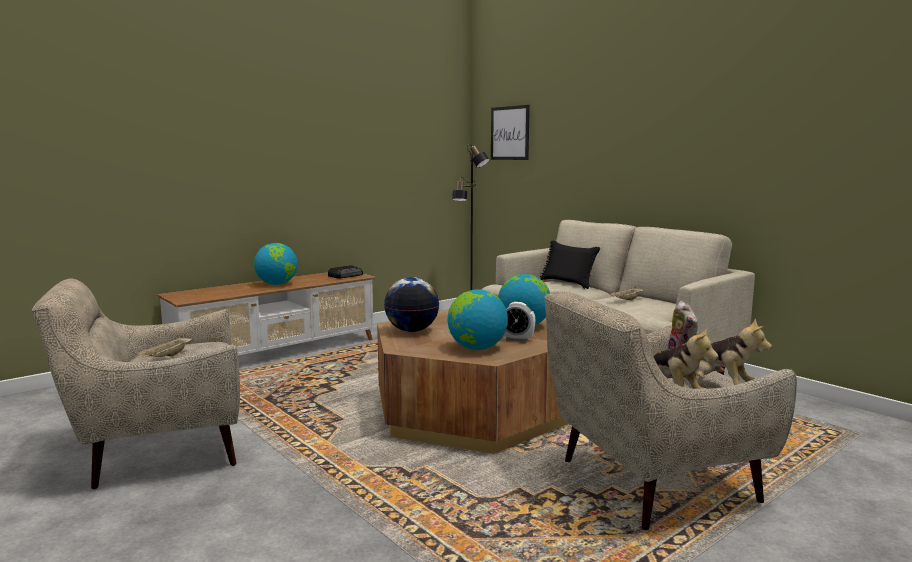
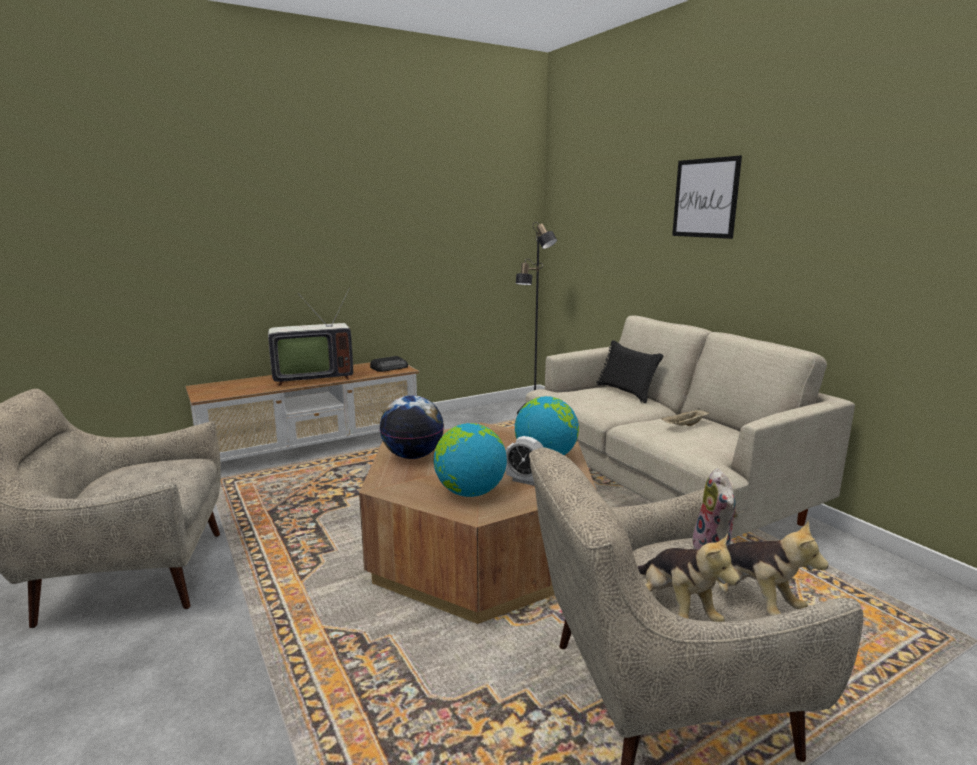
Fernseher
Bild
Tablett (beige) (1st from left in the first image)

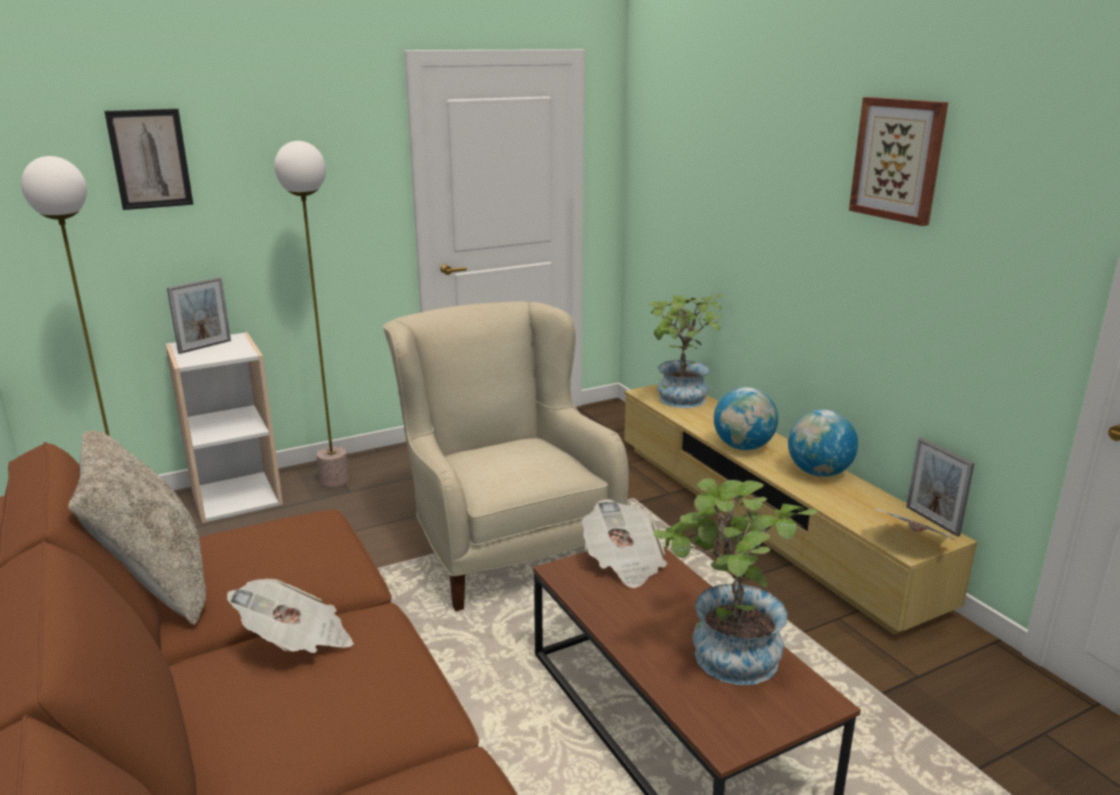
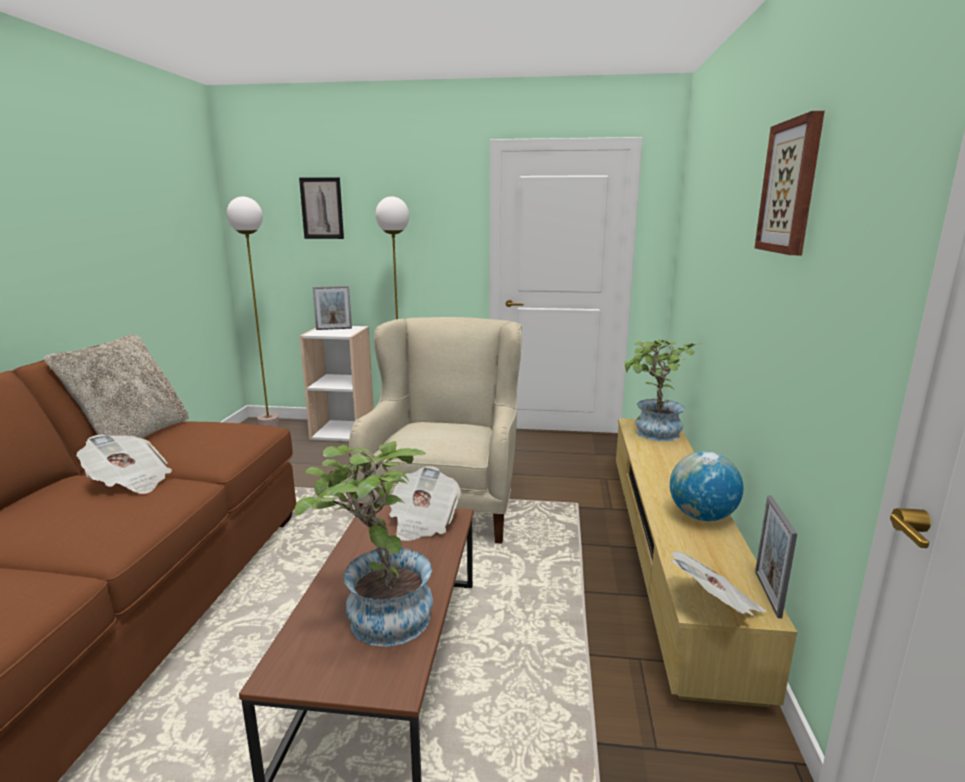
Globus (1st from left in the first image)

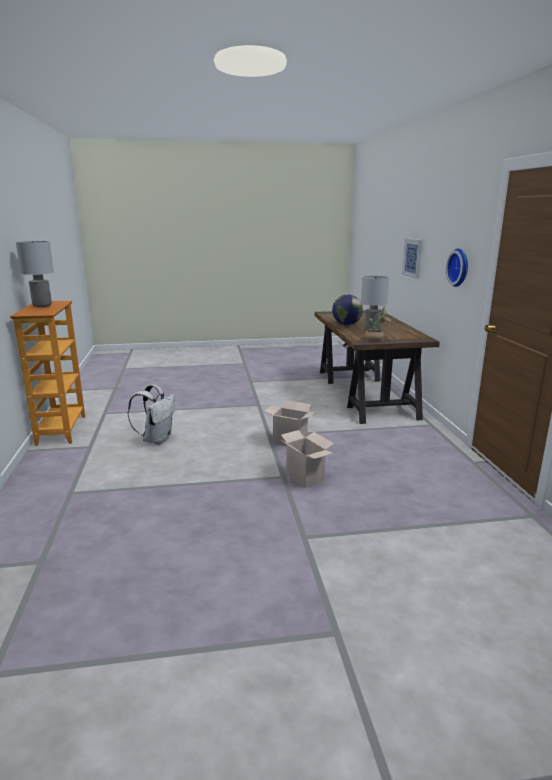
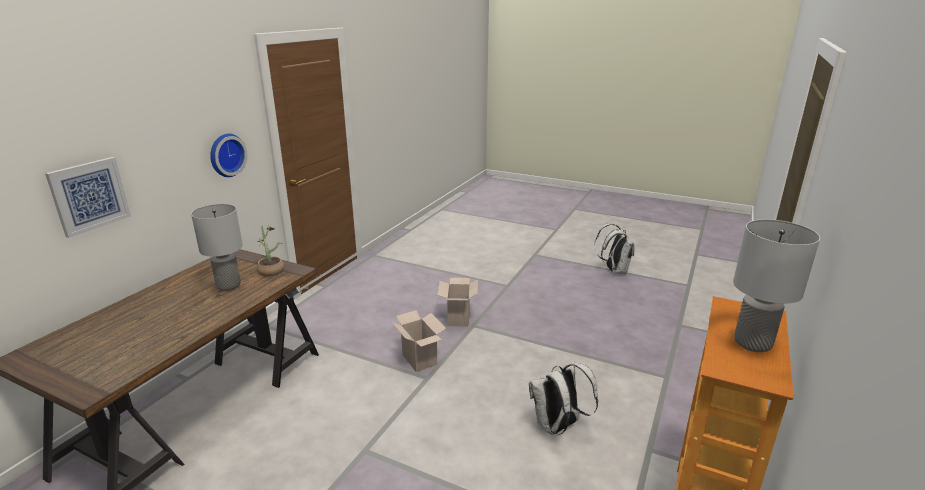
Rucksack (weiß) (2nd from left)
Globus

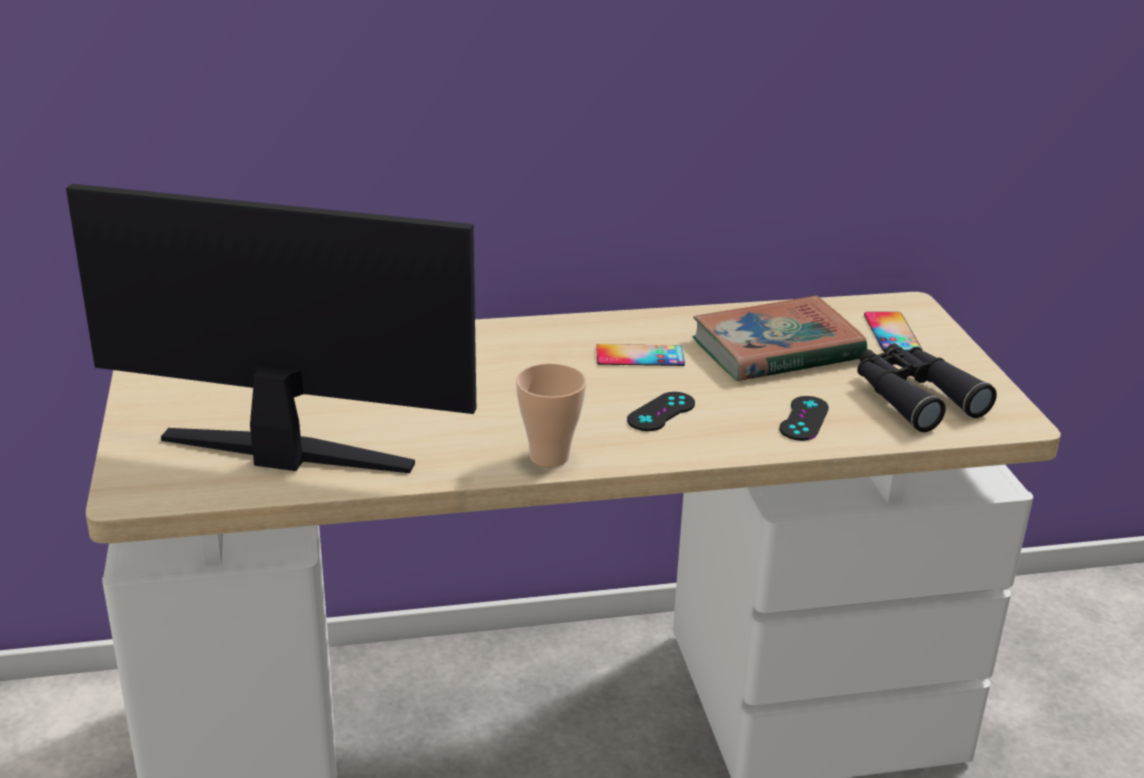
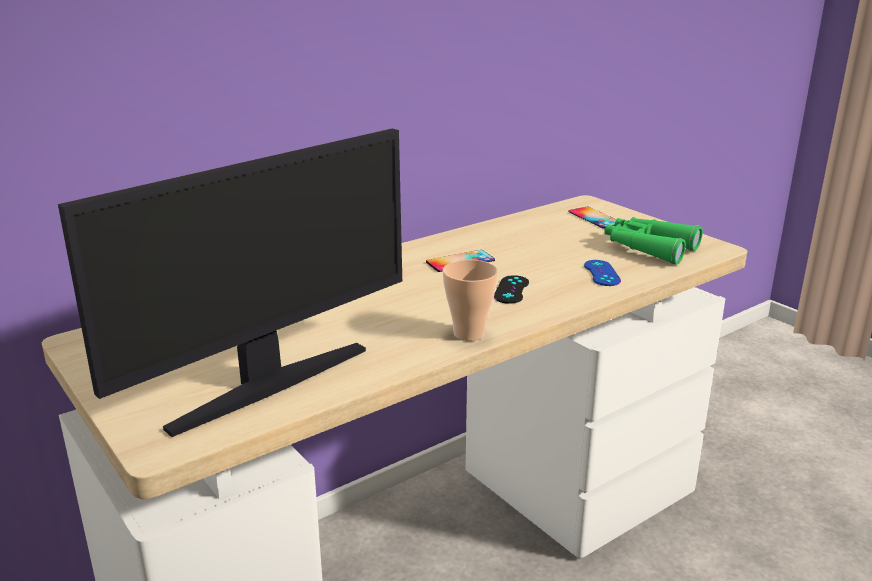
Monitor
Gamepad (blau)
Fernglas (grün)
Buch

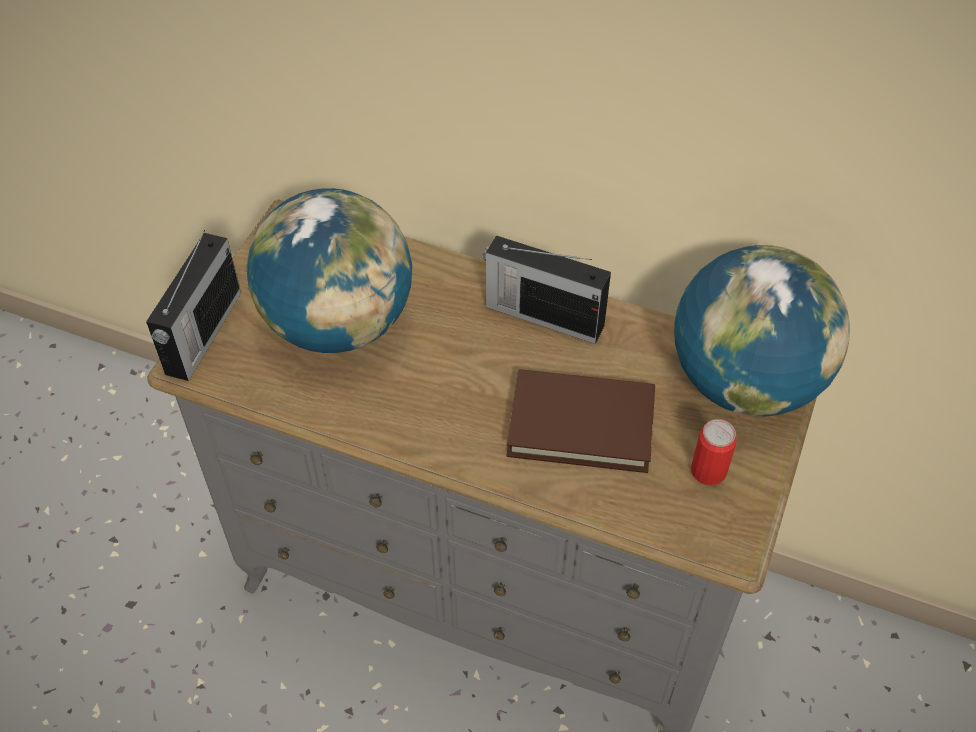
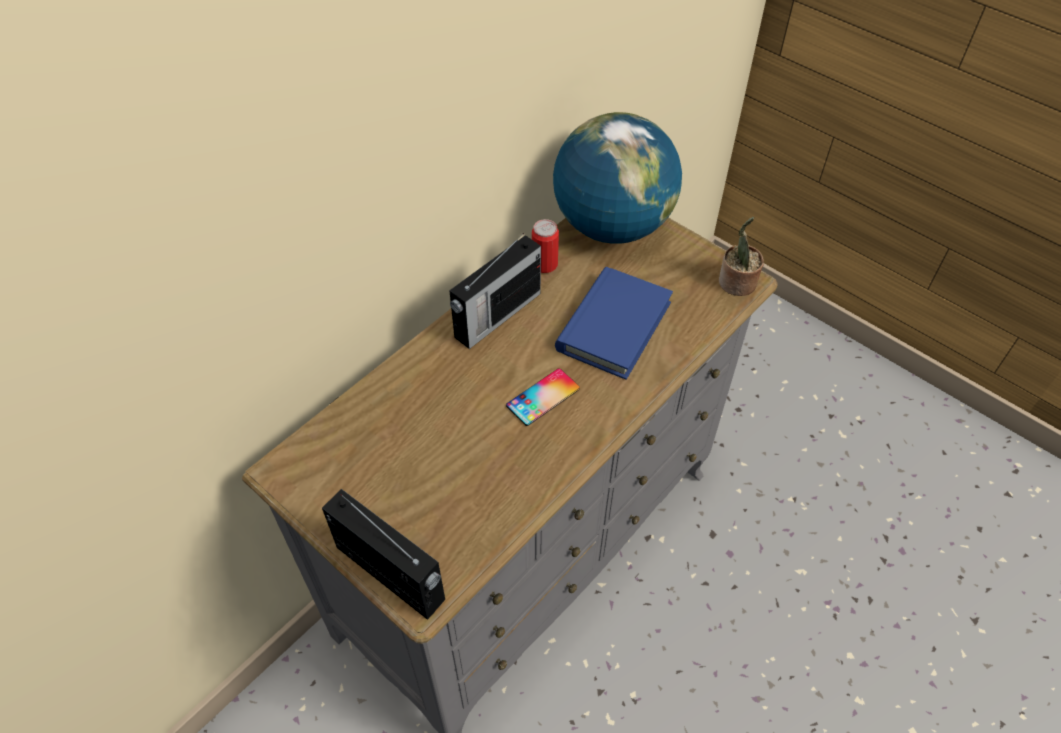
Handy
Dose
Buch (blau)
Topfpflanze
Globus (1st from left in the first image)

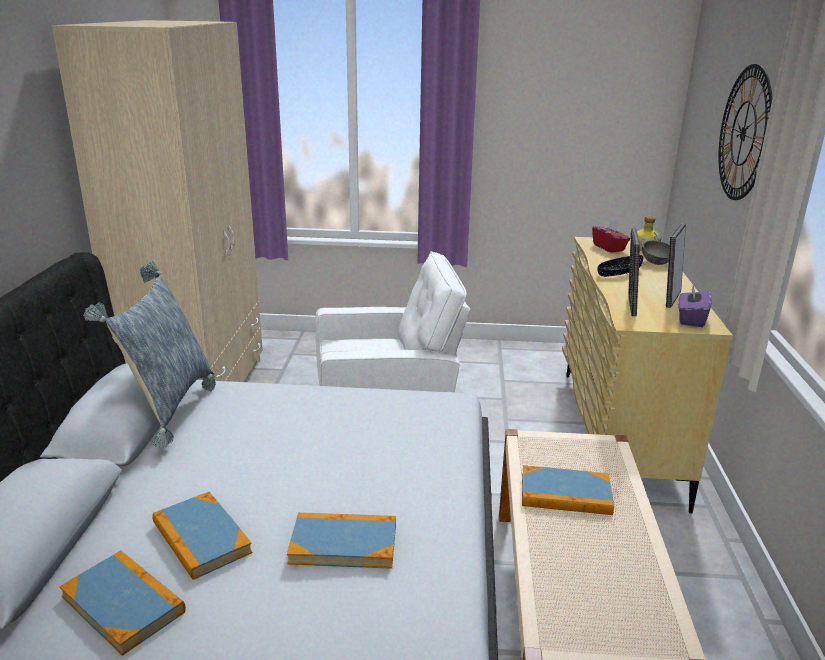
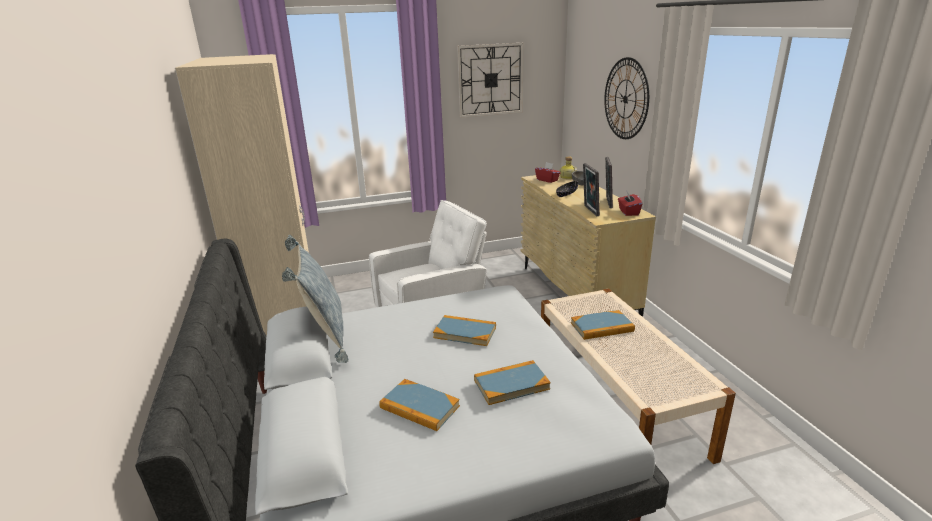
Buch (2nd from left)
Wanduhr (1st from left)
Taschentuchbox (rot) (2nd from left)

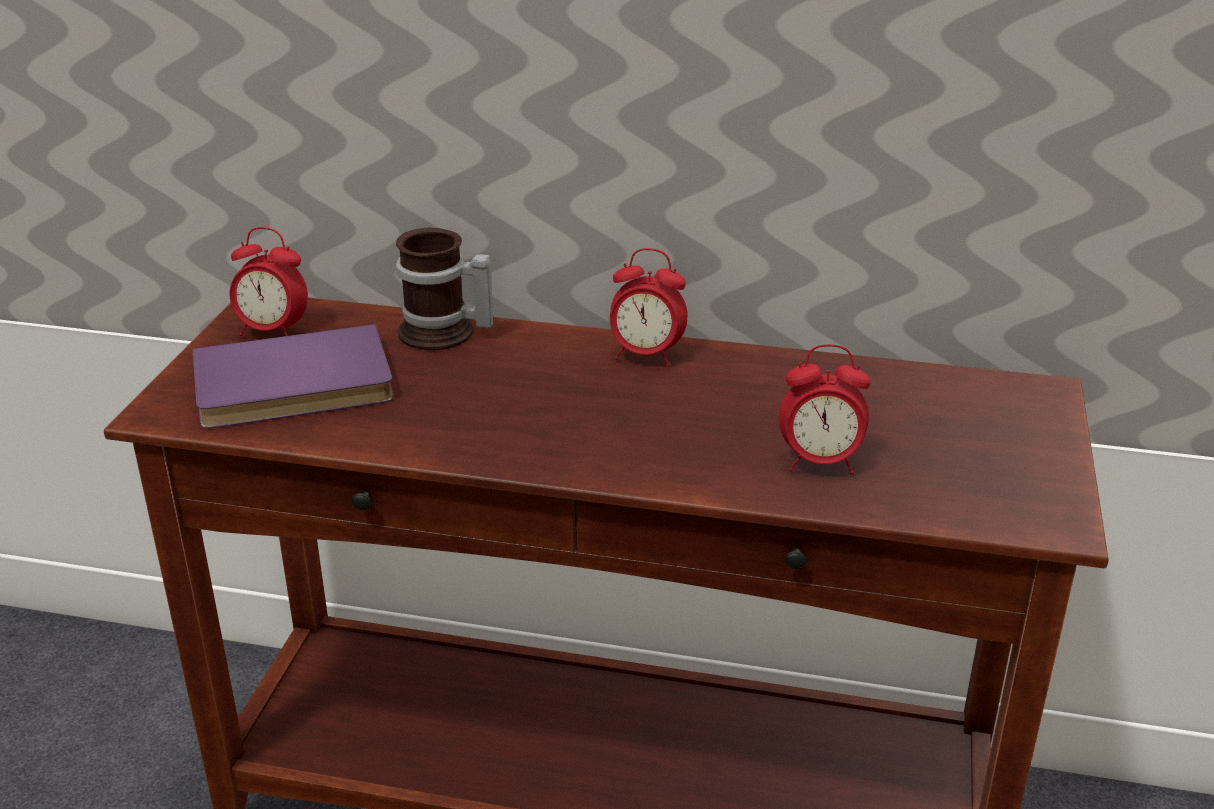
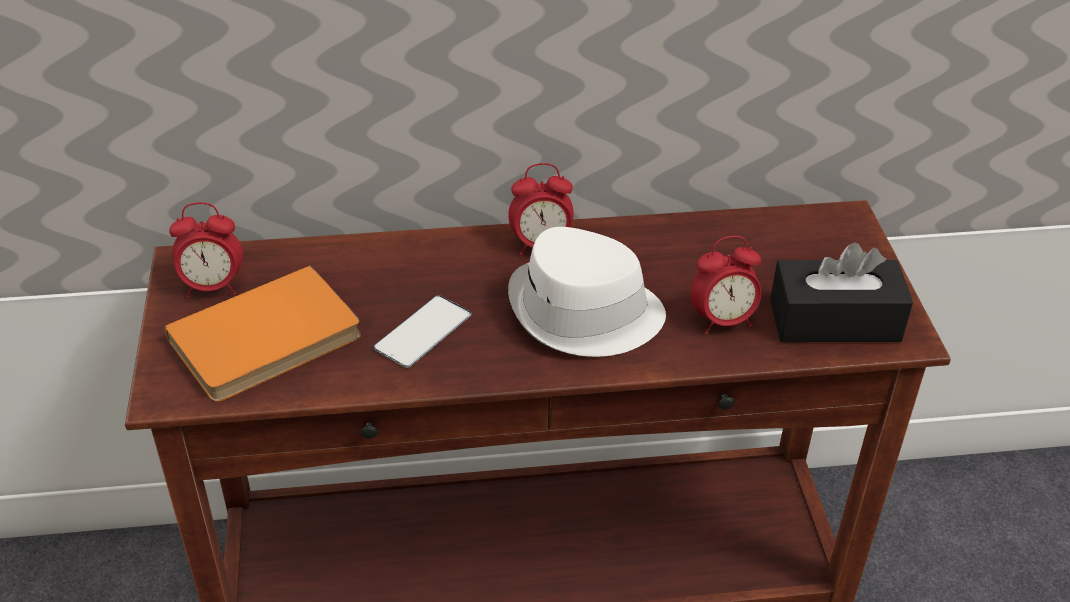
Buch (orange)
Handy
Hut (weiß)
Taschentuchbox (schwarz)
Henkelbecher

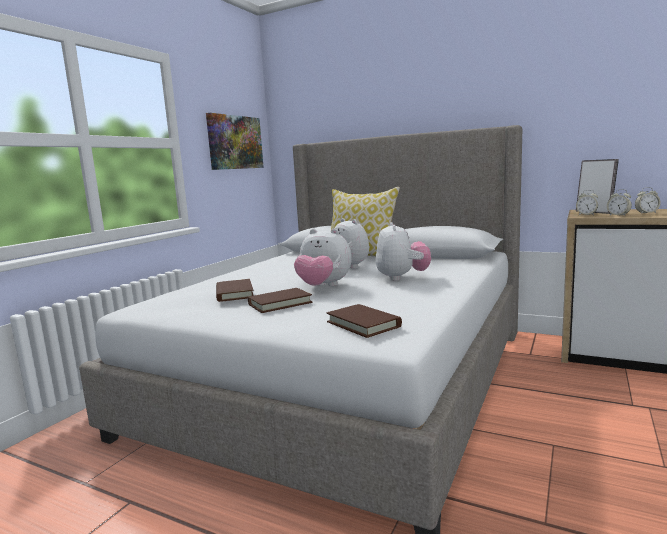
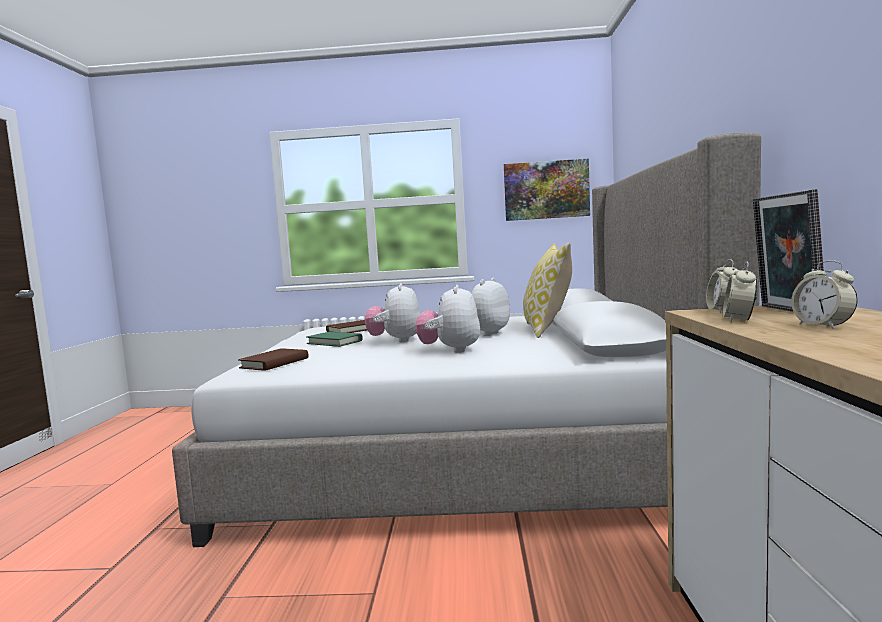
Buch (grün)
Plüschtier (2nd from left)
Bilderrahmen

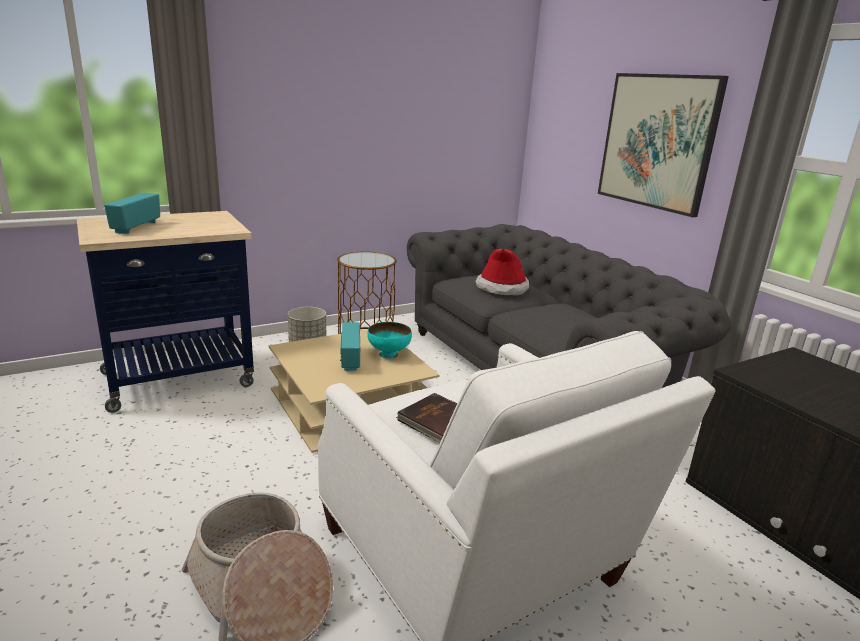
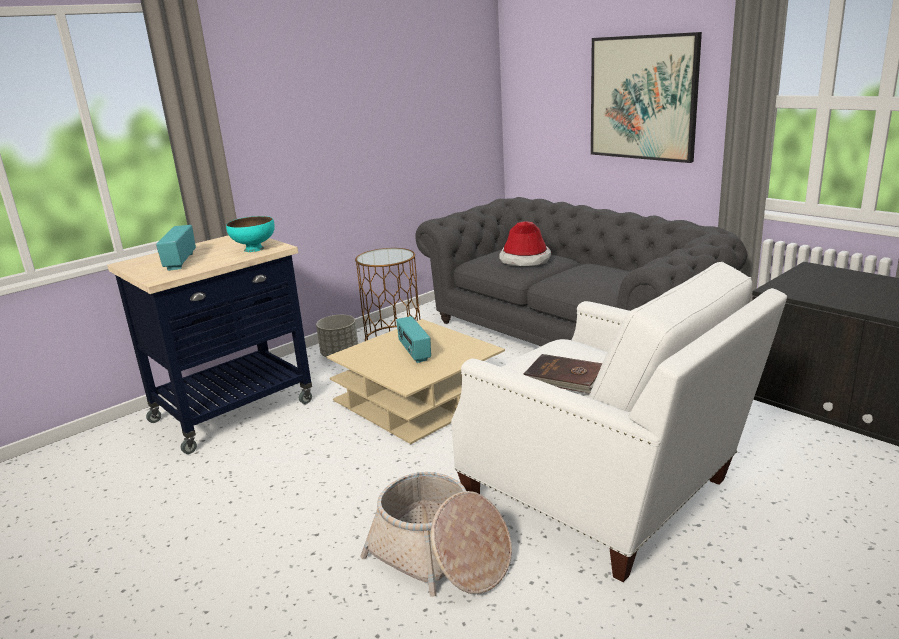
Schüssel (türkis)

